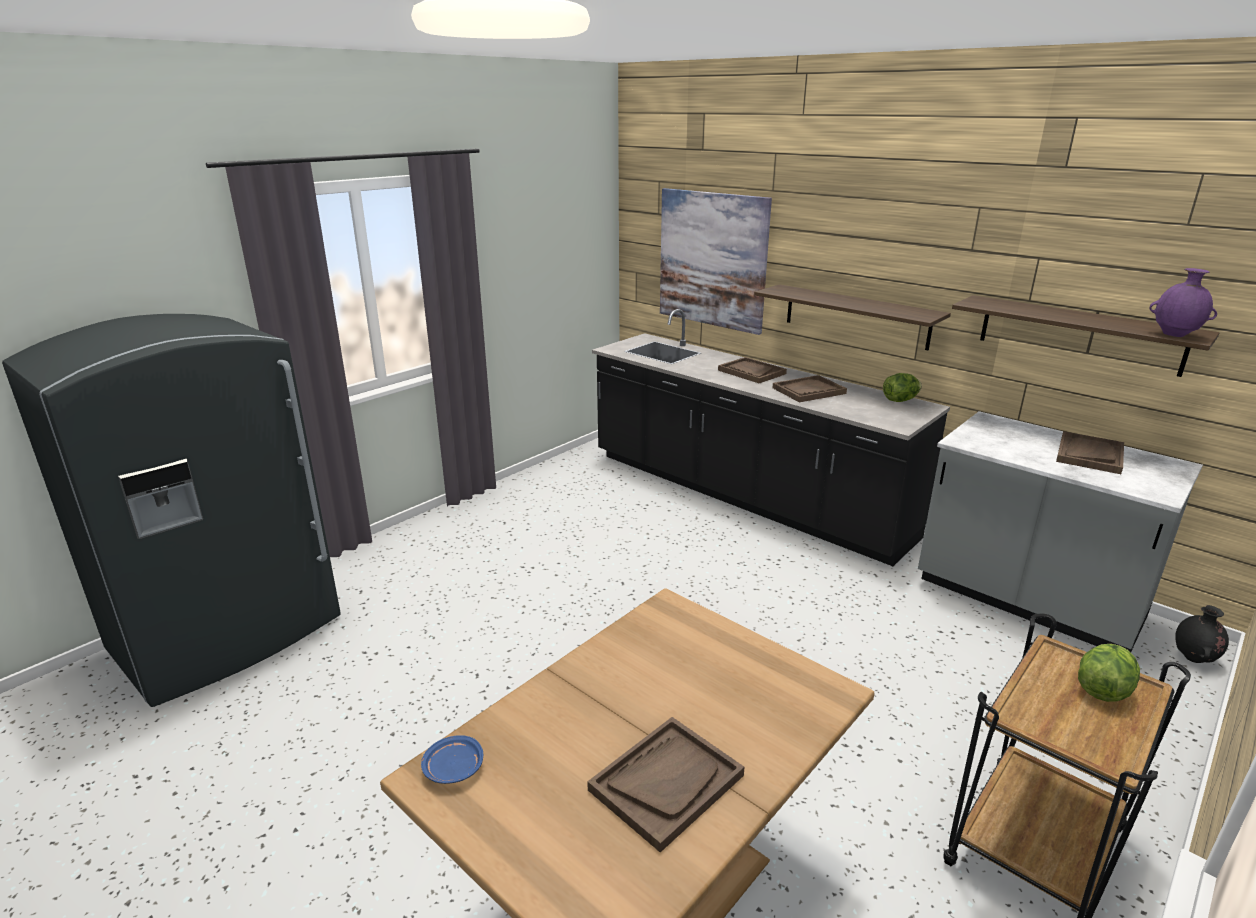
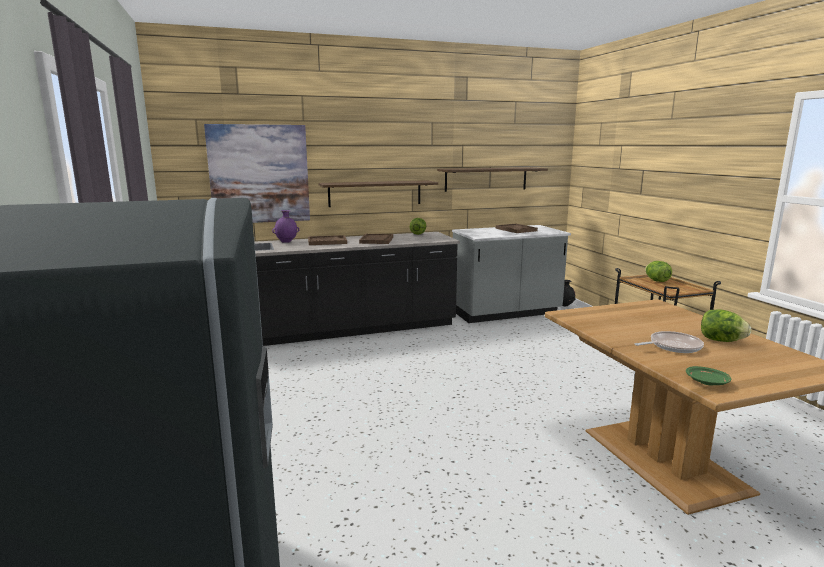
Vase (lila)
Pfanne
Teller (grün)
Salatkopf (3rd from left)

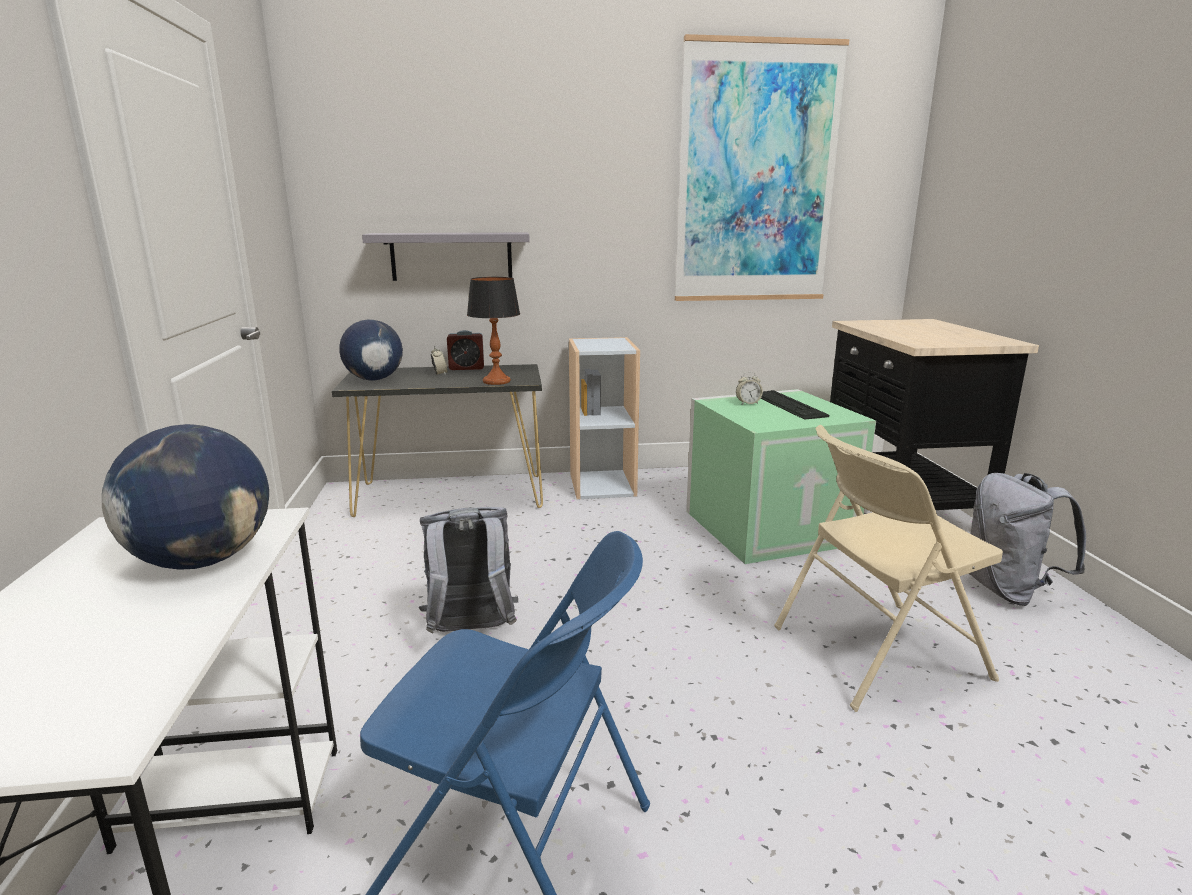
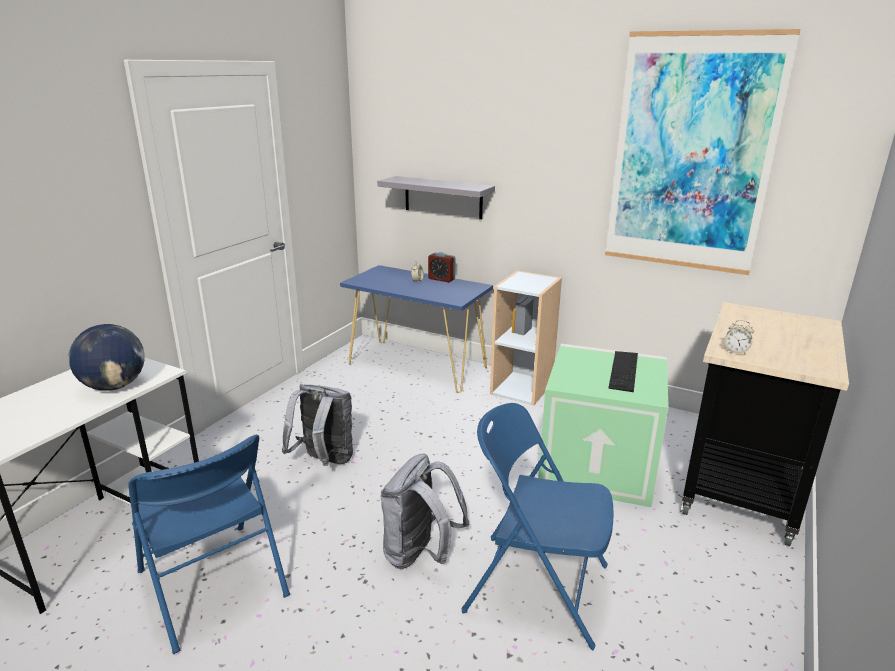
Konsolentisch (blau)
Rucksack (grau) (2nd from left)
Stuhl (blau) (2nd from left)
Wecker (3rd from left)
Globus (2nd from left in the first image)
Tischlampe

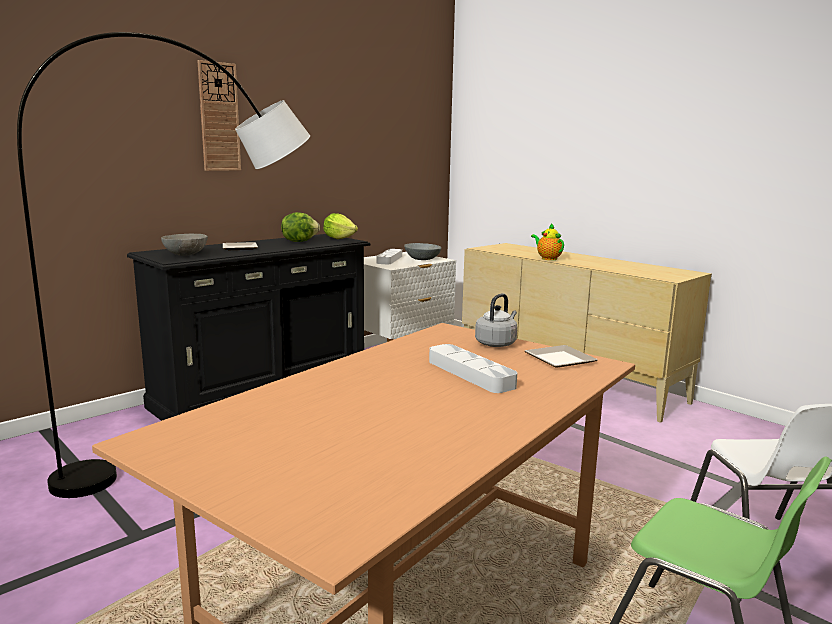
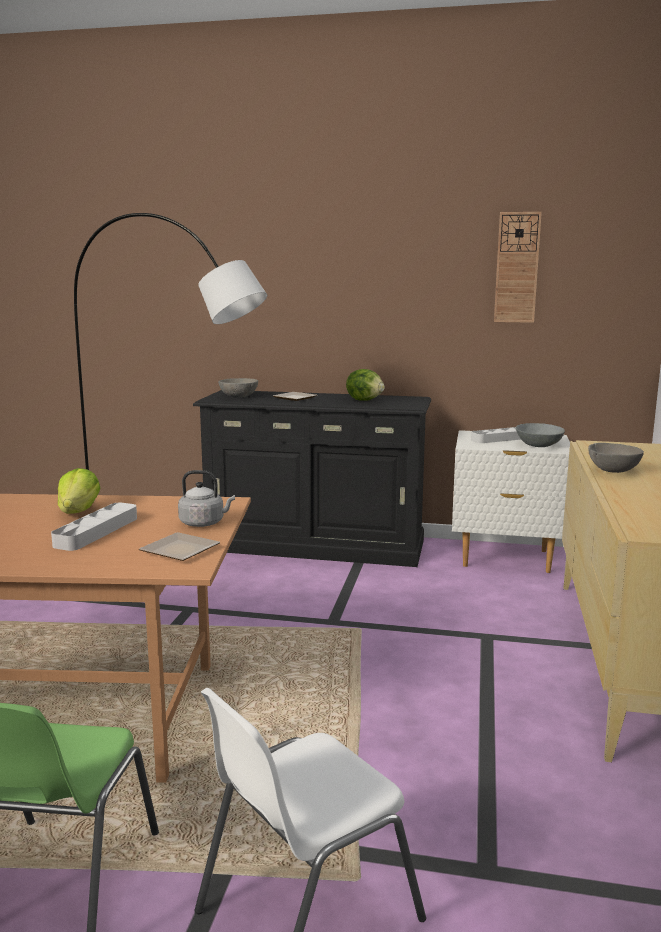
Salatkopf (1st from left)
Wanduhr
Schüssel (grau) (3rd from left)

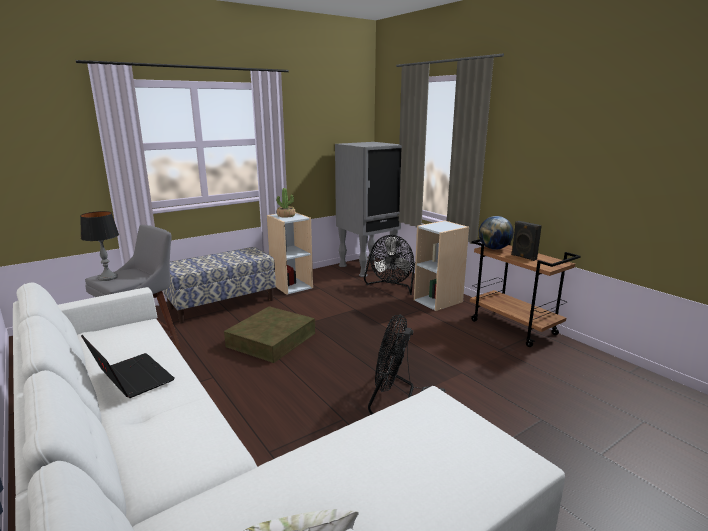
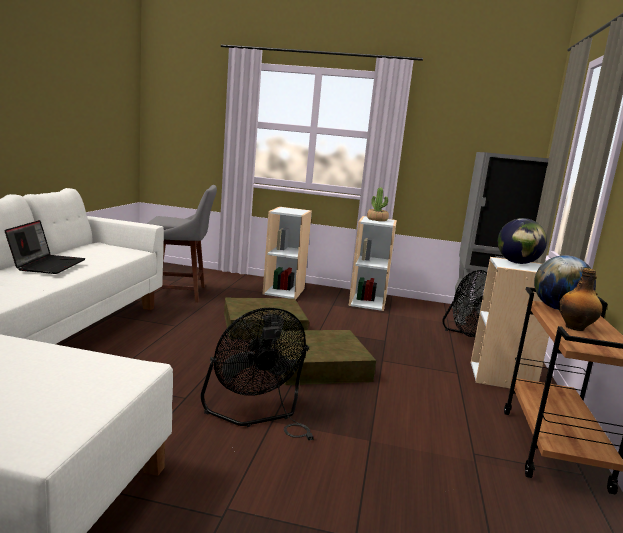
Bücherregal (1st from left)
Aufbewahrungsbox (braun) (2nd from left)
Globus (1st from left)
Flasche
Tischlampe

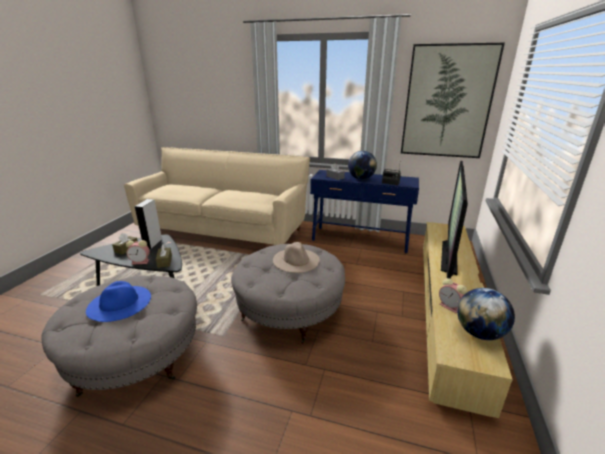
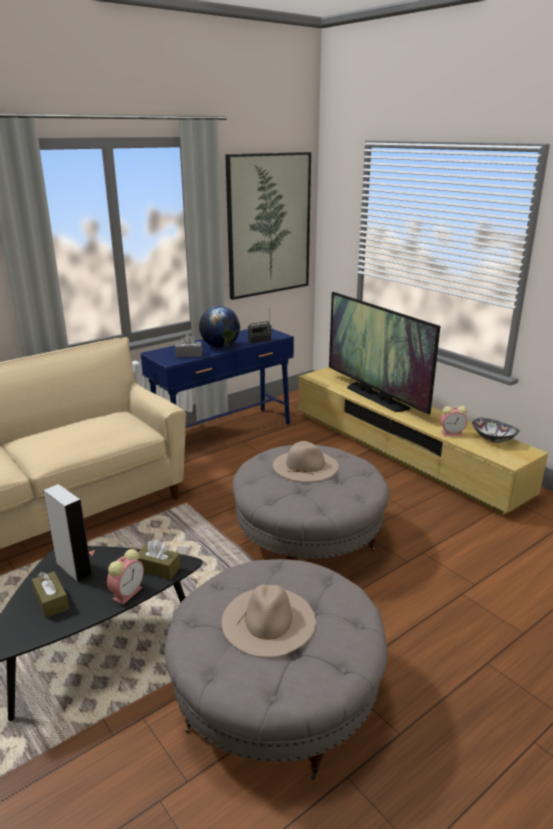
Hut (beige) (1st from left)
Schüssel

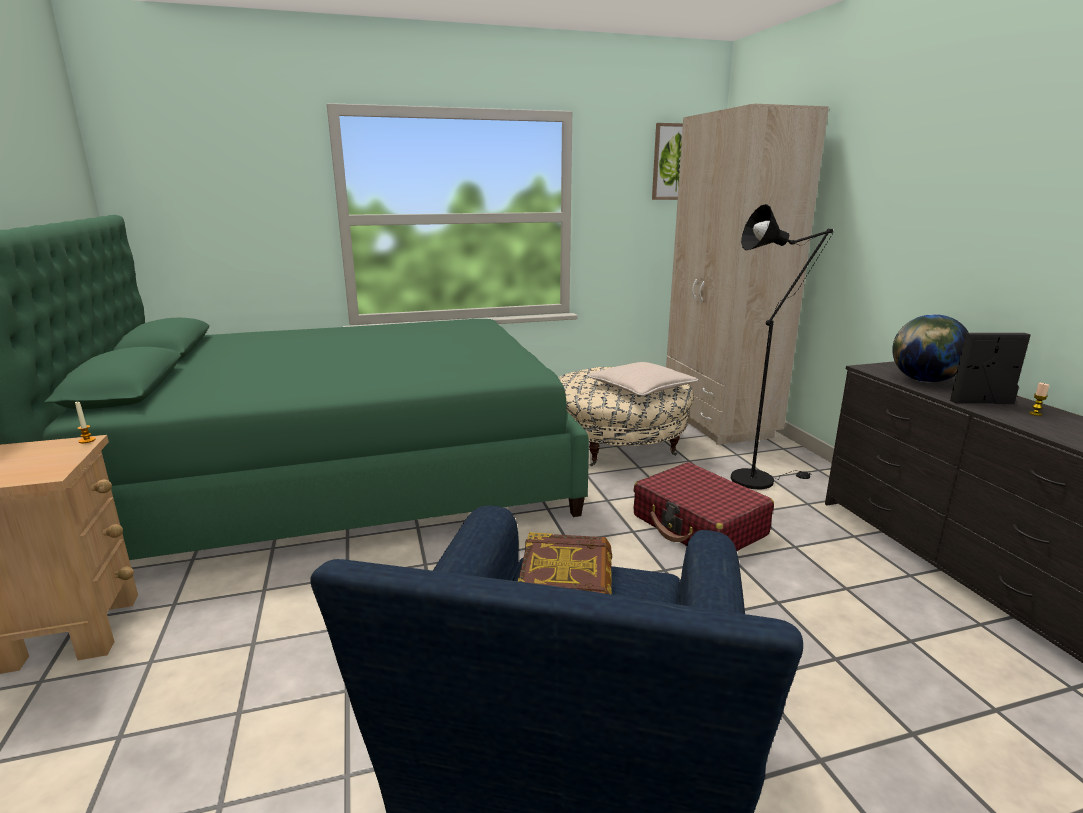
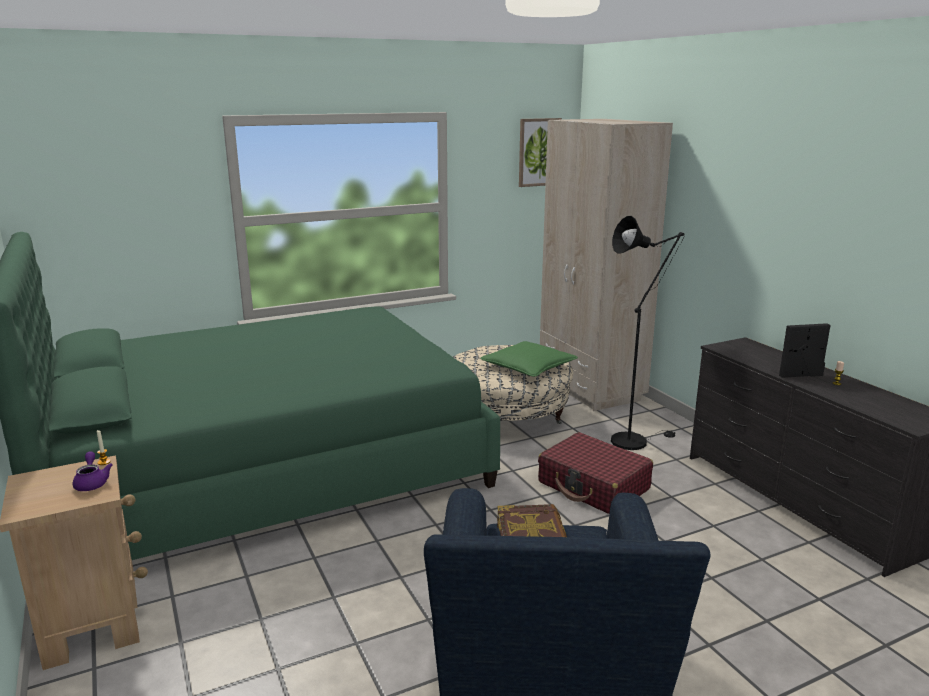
Teekanne (lila)
Kissen (grün)
Globus

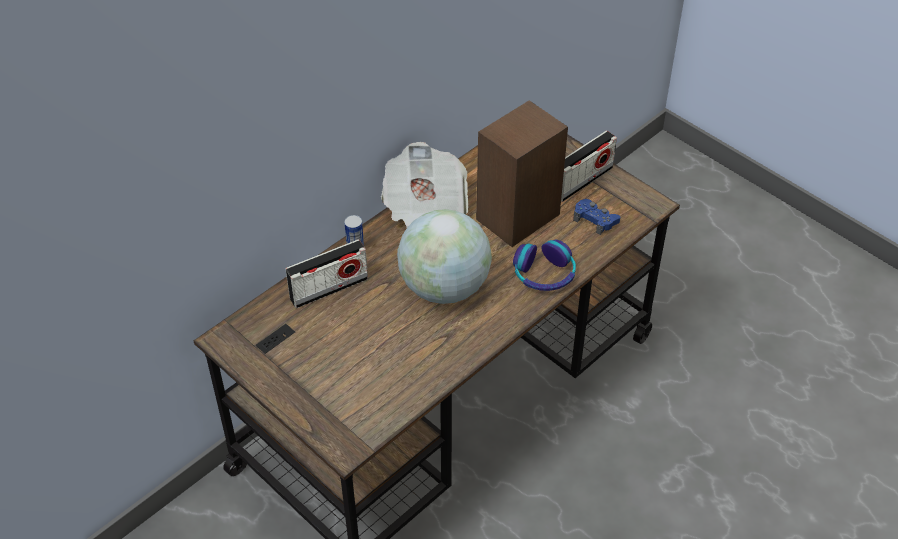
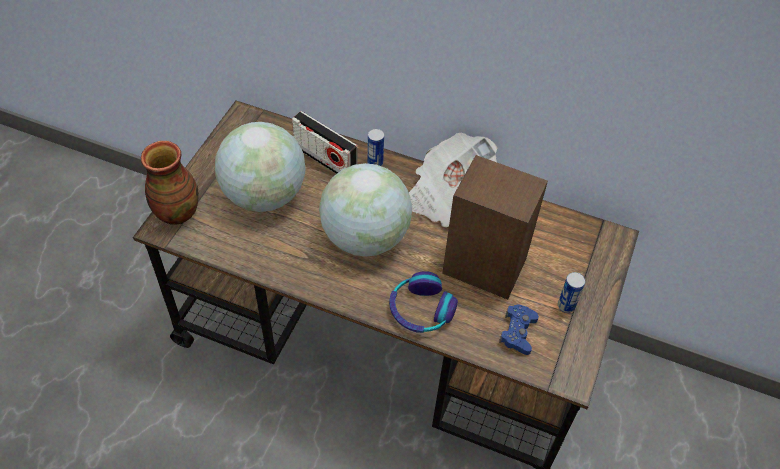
Vase
Globus (1st from left)
Dose (2nd from left)

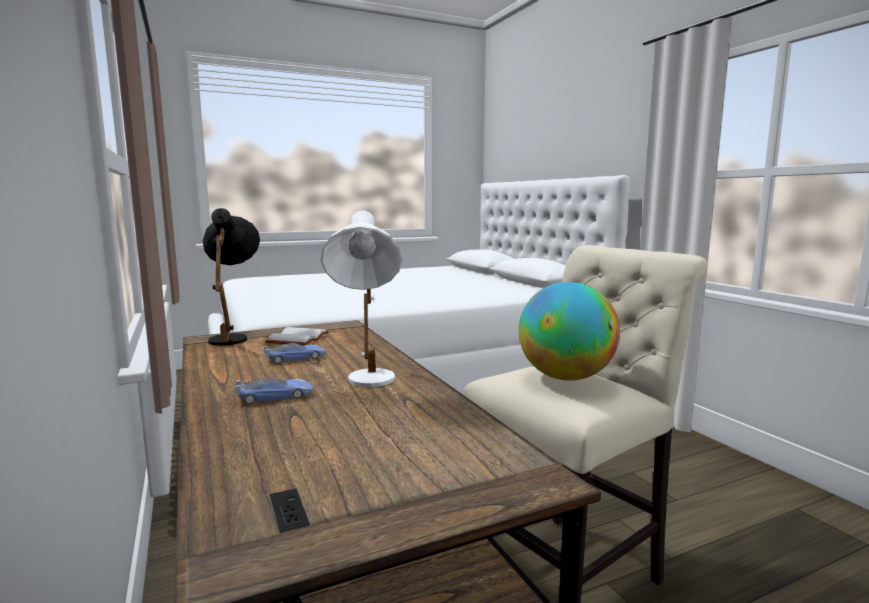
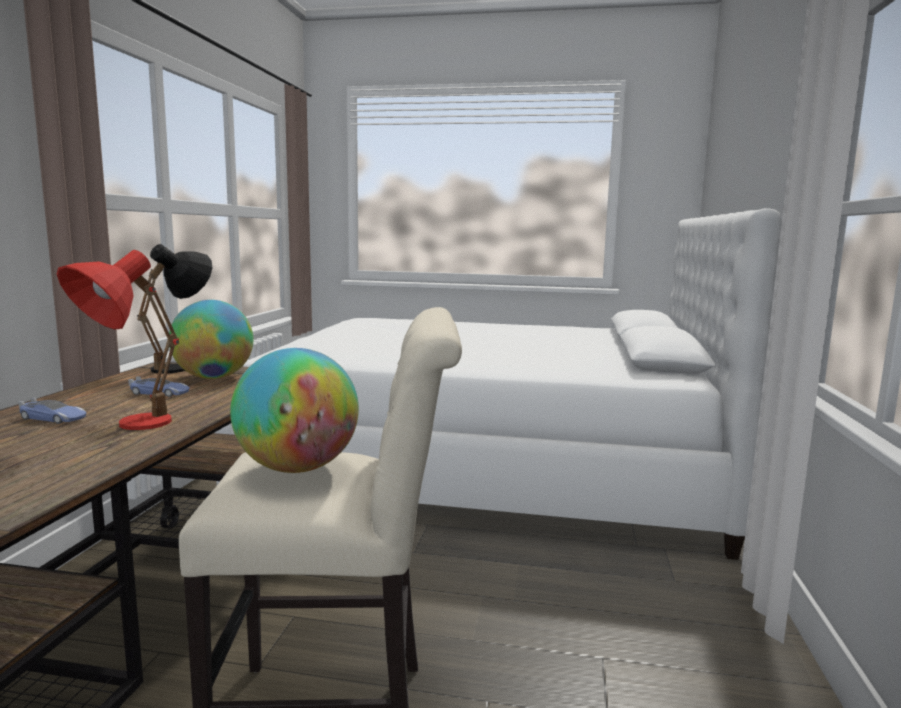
Tischlampe (rot)
Globus (1st from left)

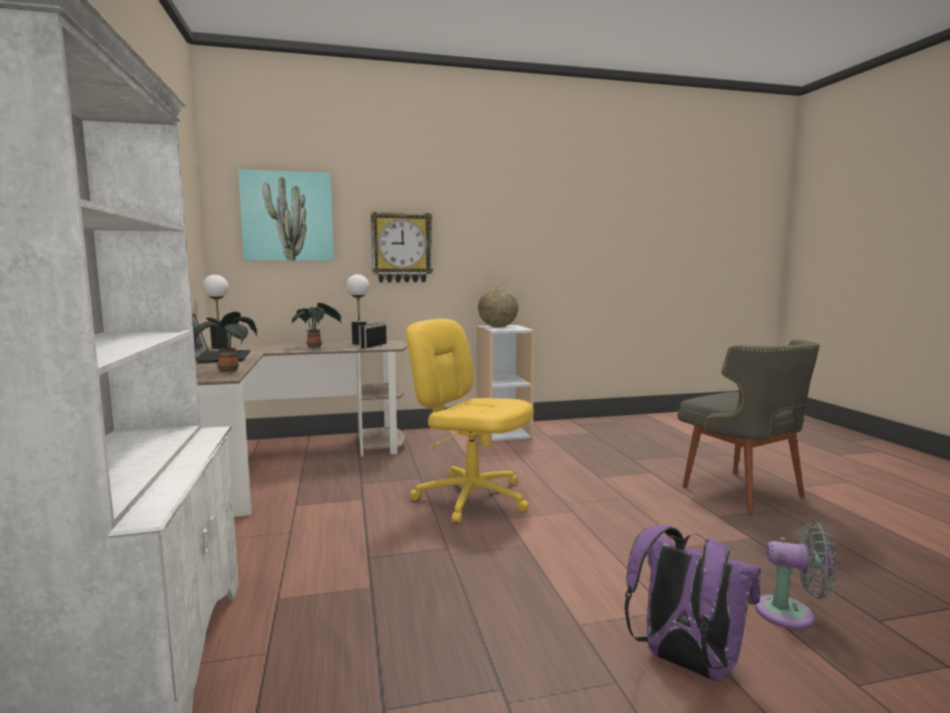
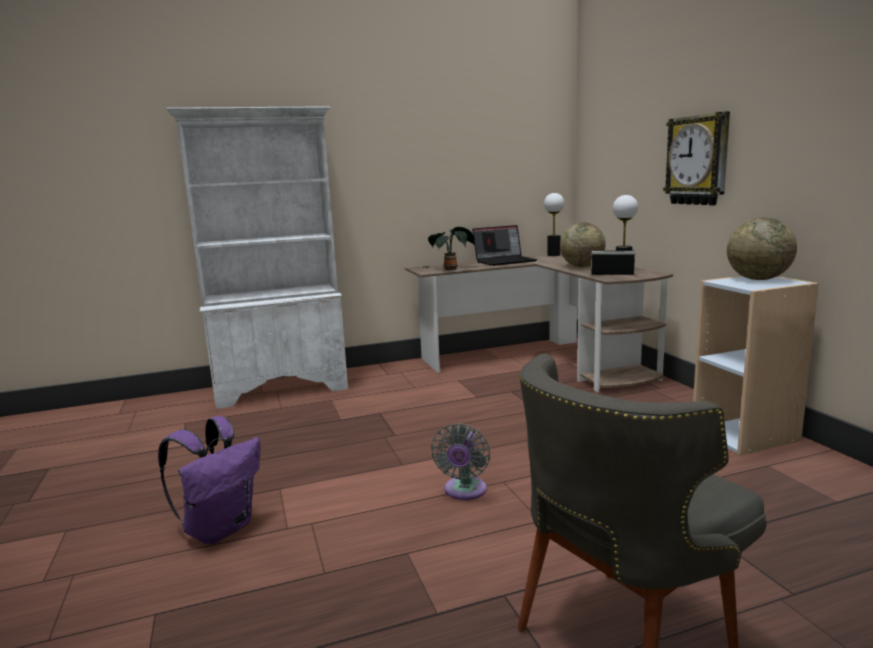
Ventilator (grau)
Globus (1st from left)
Bild
Bürostuhl (gelb)

